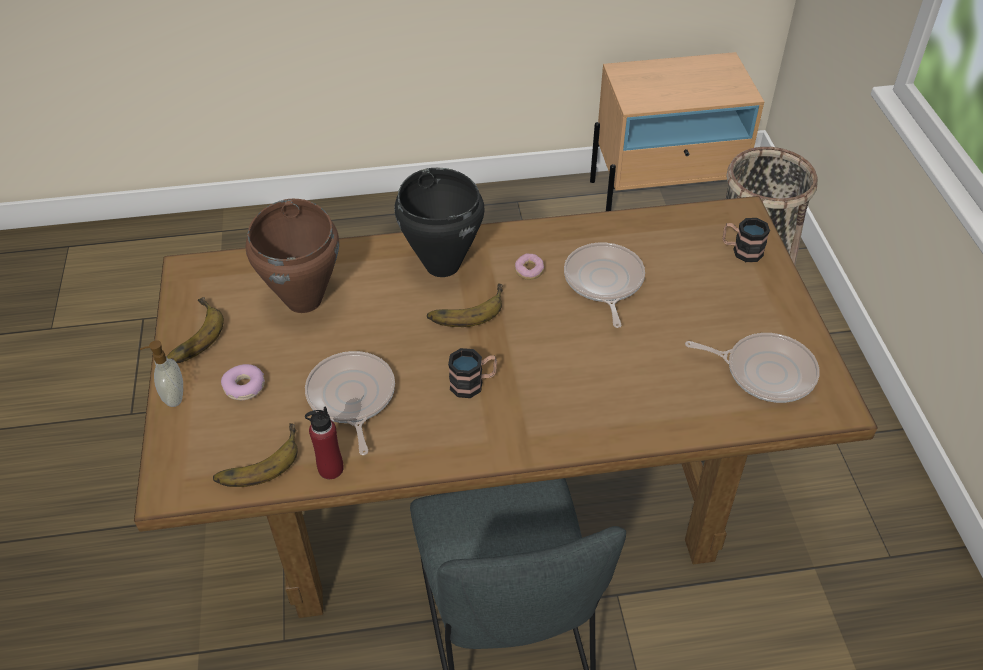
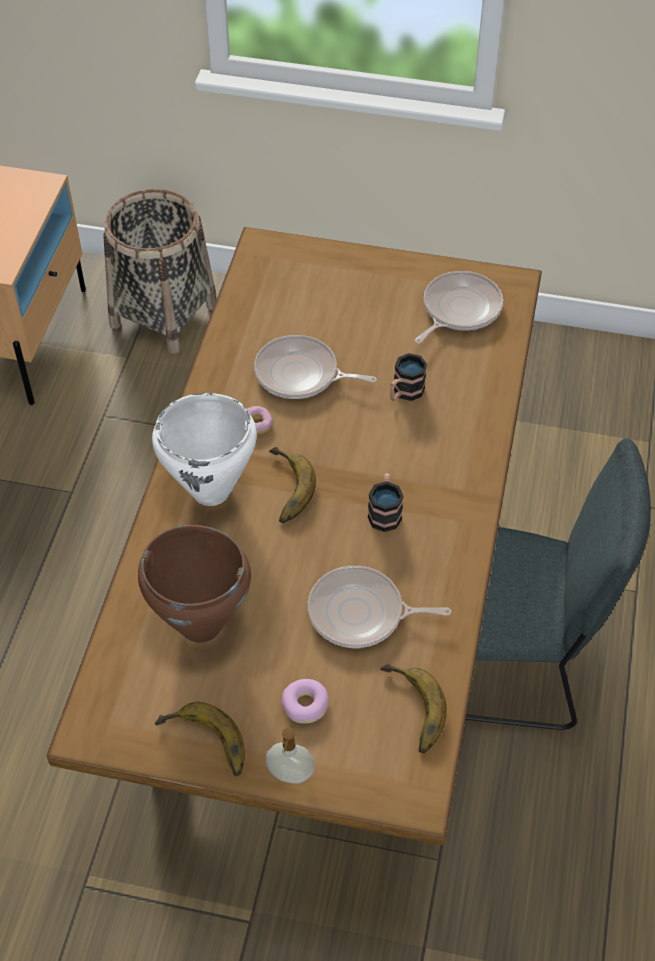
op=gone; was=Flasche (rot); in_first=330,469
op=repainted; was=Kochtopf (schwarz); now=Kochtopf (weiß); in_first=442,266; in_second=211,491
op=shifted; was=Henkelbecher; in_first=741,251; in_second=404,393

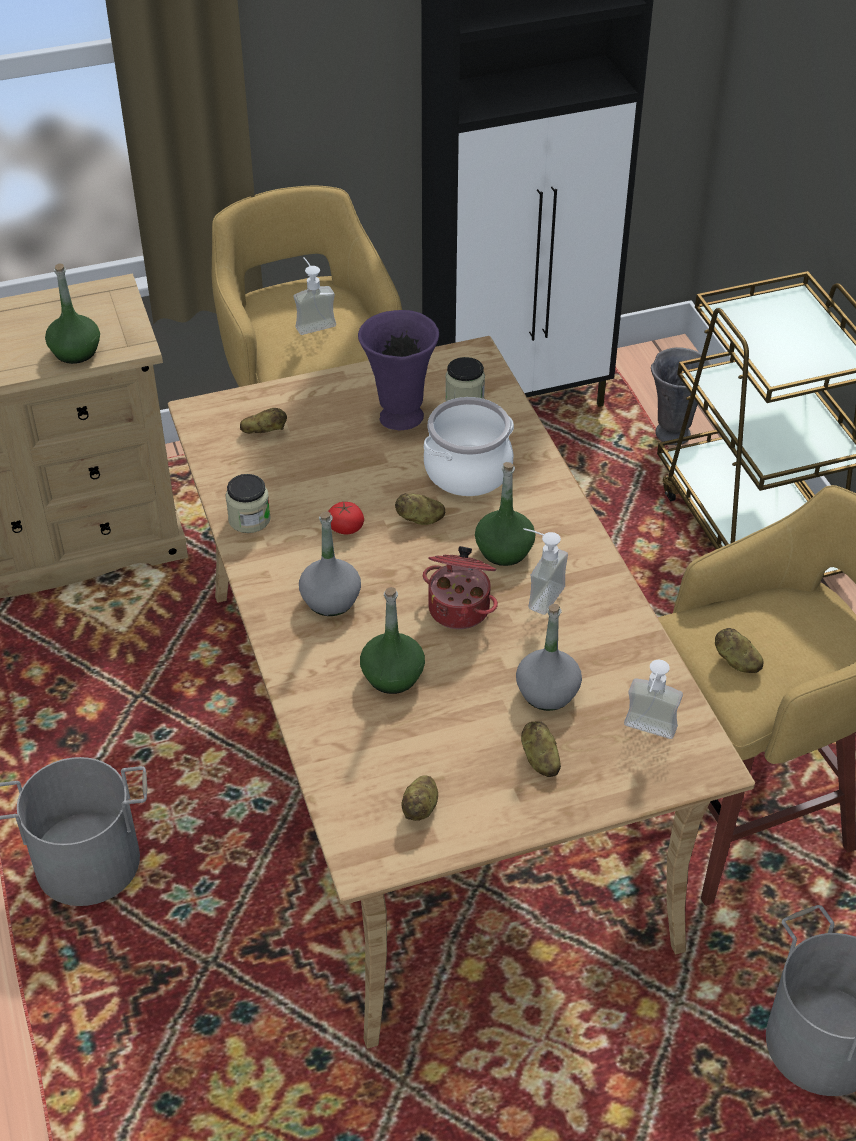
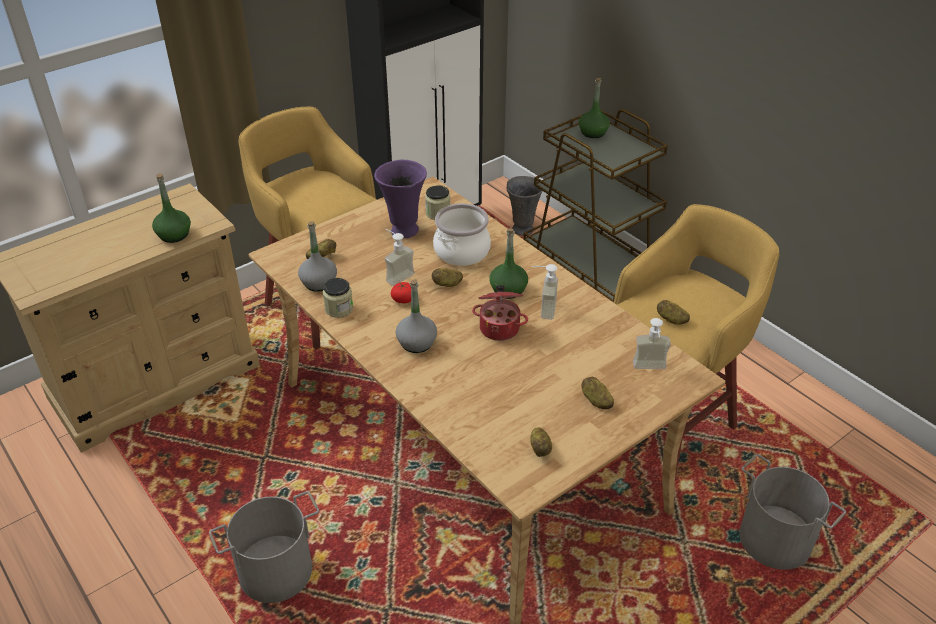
op=shifted; was=Seifenspender; in_first=313,322; in_second=396,275
op=shifted; was=Flasche (grün); in_first=392,676; in_second=593,133
op=shifted; was=Flasche (grau); in_first=547,692; in_second=318,283

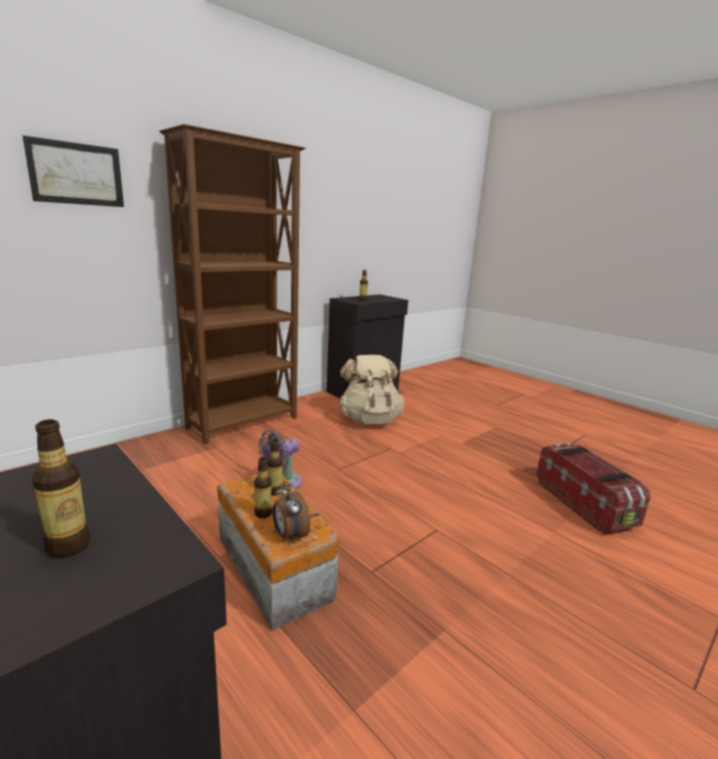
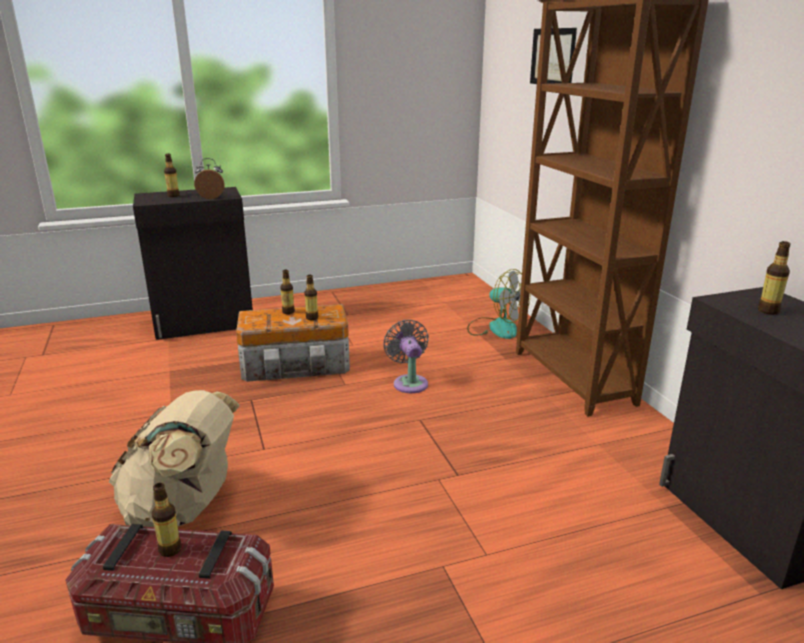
op=shifted; was=Wecker; in_first=289,535; in_second=212,197
op=shifted; was=Rucksack (beige); in_first=370,420; in_second=184,509
op=new; now=Flasche; in_second=170,549
op=new; now=Ventilator; in_second=496,327

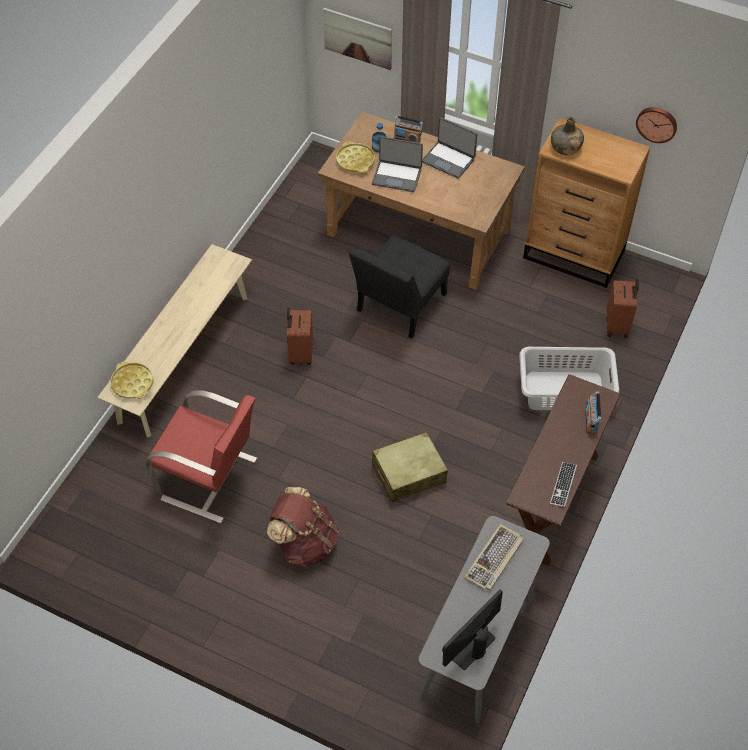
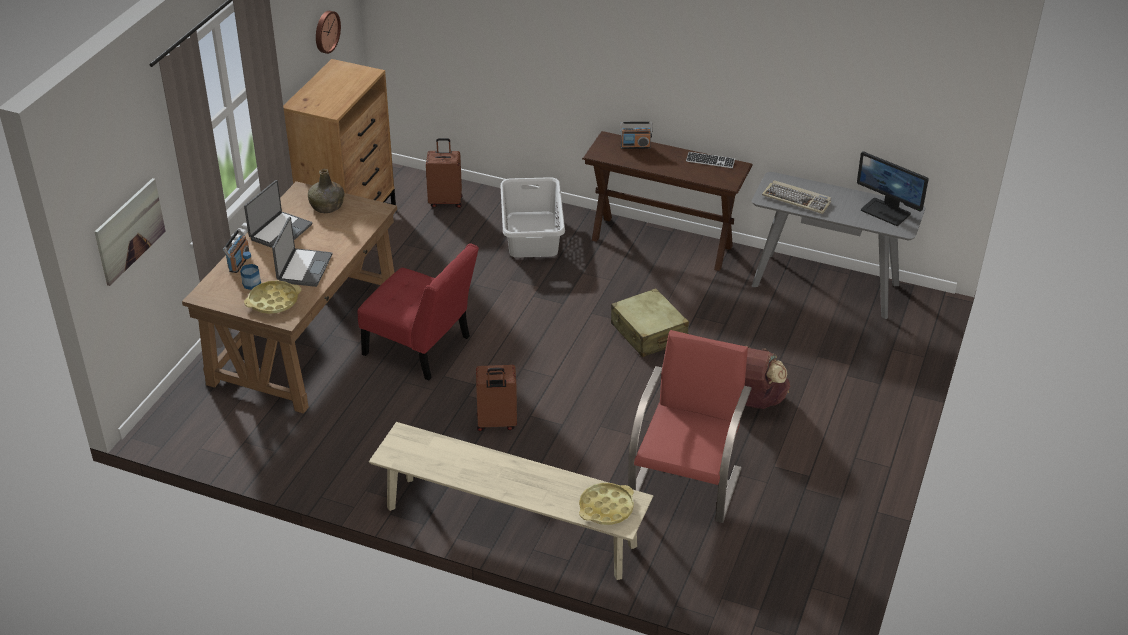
op=repainted; was=Stuhl (schwarz); now=Stuhl (rot); in_first=398,306; in_second=421,348
op=shifted; was=Flasche (grün); in_first=565,147; in_second=327,206

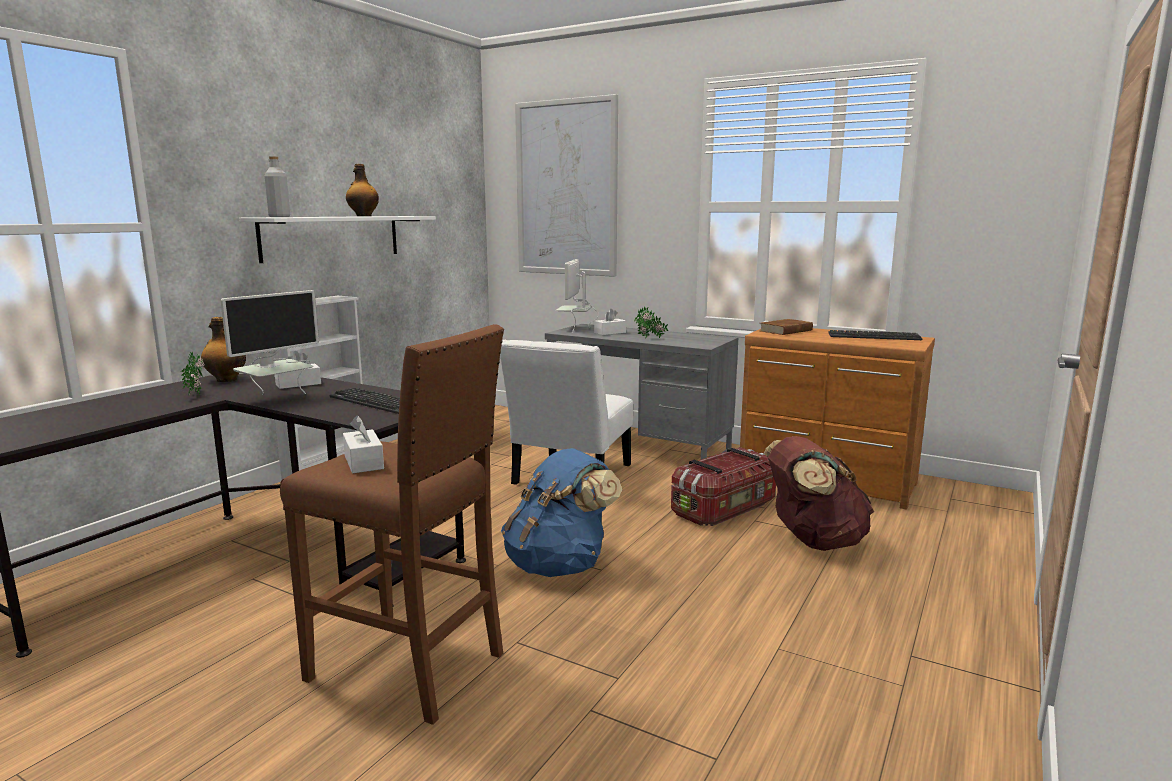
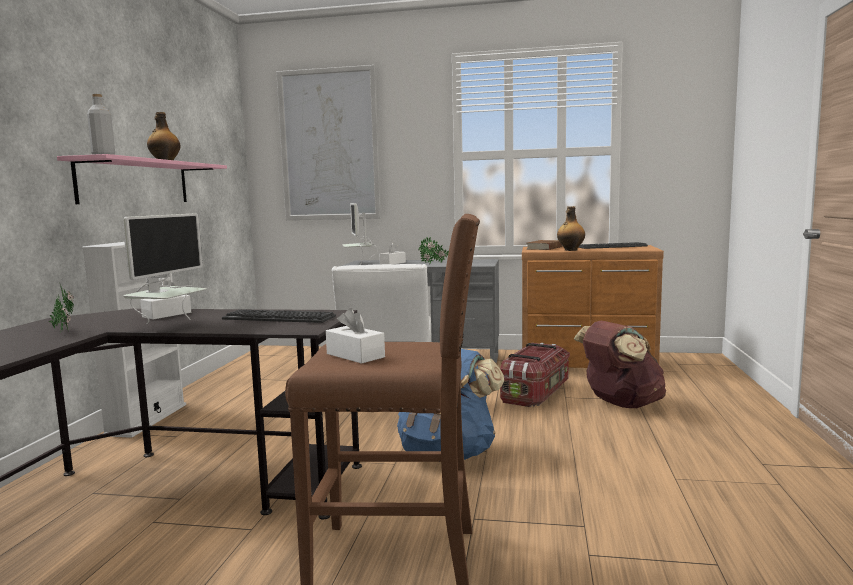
op=shifted; was=Flasche; in_first=226,380; in_second=570,250
op=repainted; was=Wandregal (weiß); now=Wandregal (rosa); in_first=332,237; in_second=136,182

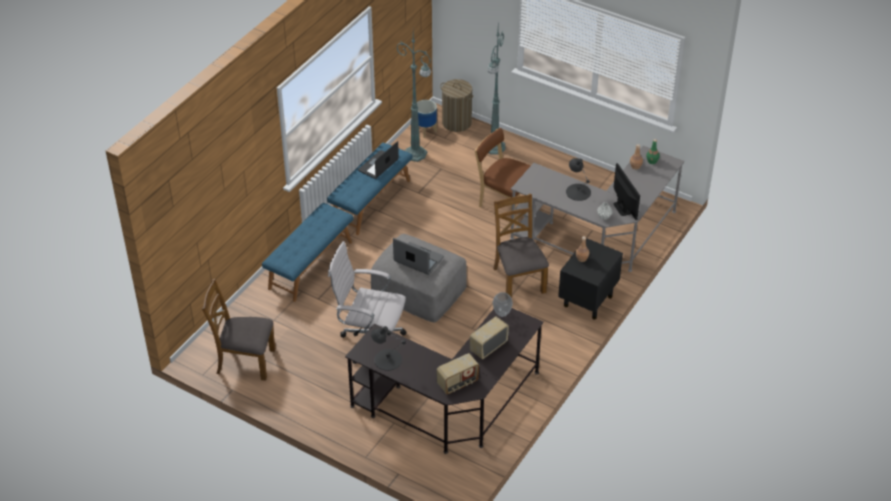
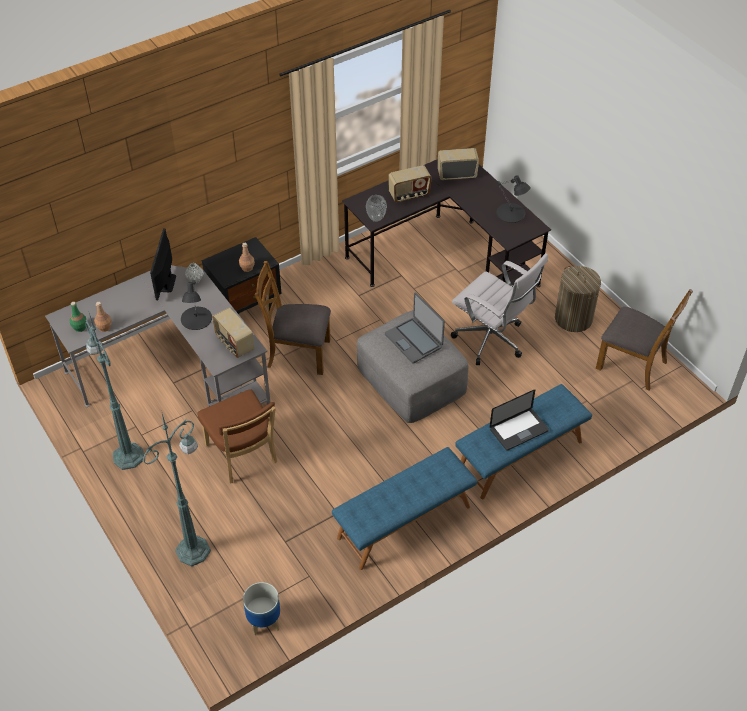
op=shifted; was=Laptop; in_first=378,165; in_second=519,430
op=shifted; was=Stehlampe (grün); in_first=416,154; in_second=128,455
op=shifted; was=Wäschekorb; in_first=456,122; in_second=573,318
op=rotated; was=Stuhl (braun); in_first=518,280; in_second=298,353; clockwise=90
op=new; now=Radio; in_second=234,343

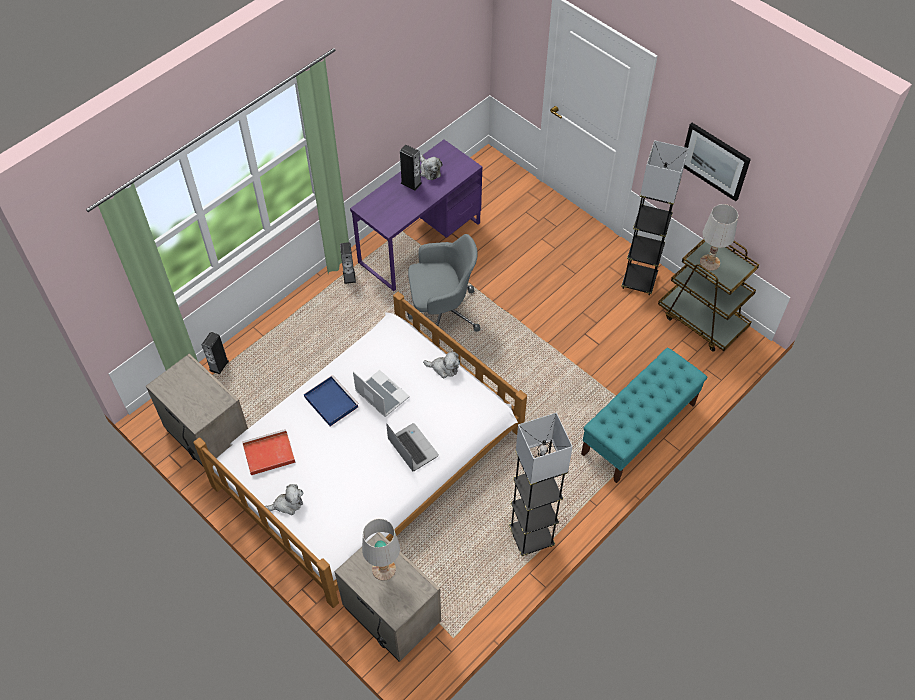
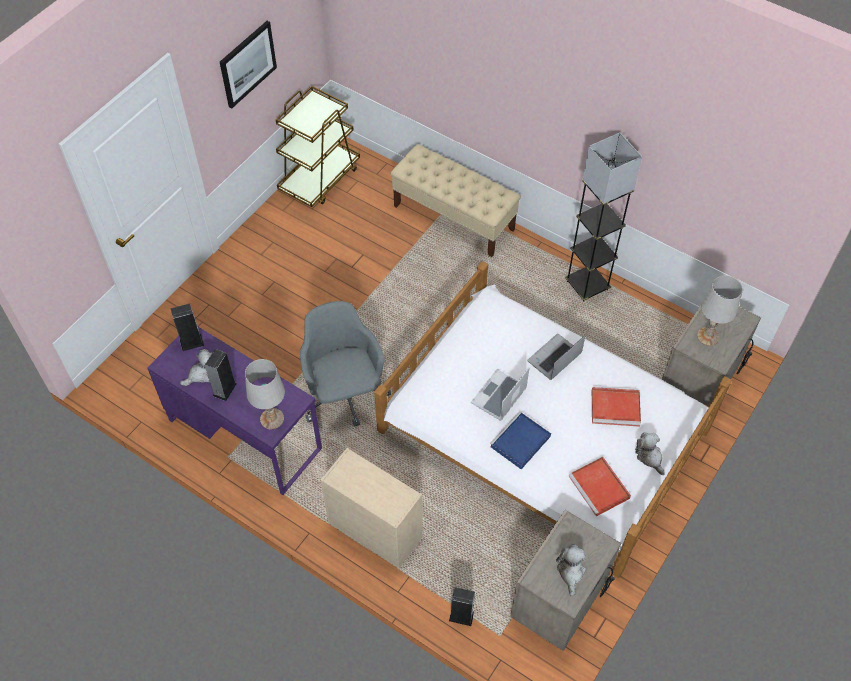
op=shifted; was=Lautsprecher; in_first=349,276; in_second=191,342
op=shifted; was=Plüschtier; in_first=444,368; in_second=571,572
op=repainted; was=Bank (türkis); now=Bank (beige); in_first=638,429; in_second=454,218
op=gone; was=Stehlampe (grau); in_first=639,281
op=shifted; was=Tischlampe (weiß); in_first=709,262; in_second=272,419
op=new; now=Kommode (beige); in_second=374,529
op=new; now=Tablett (rot); in_second=616,408

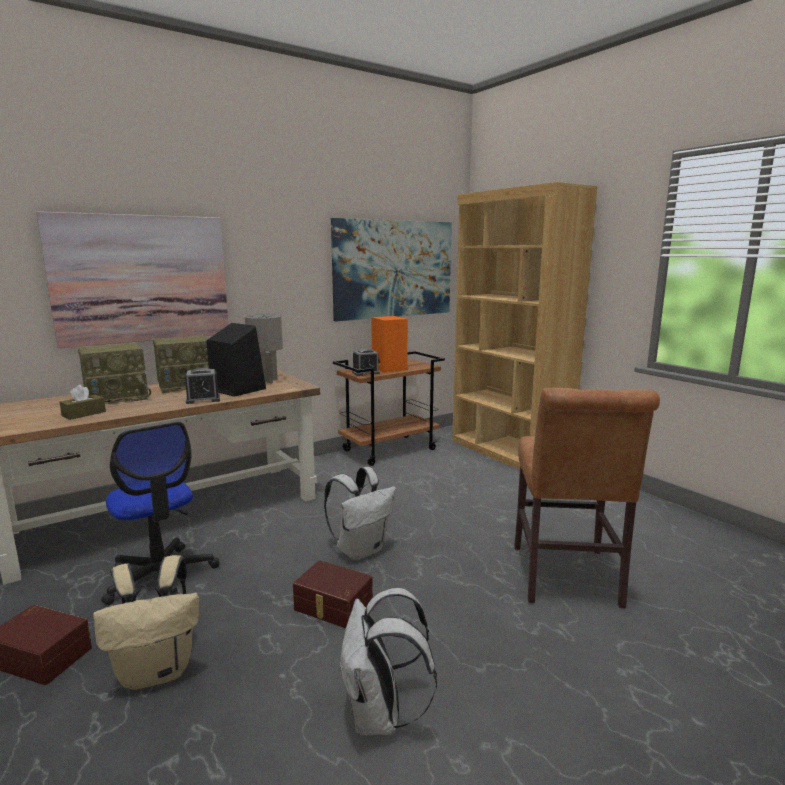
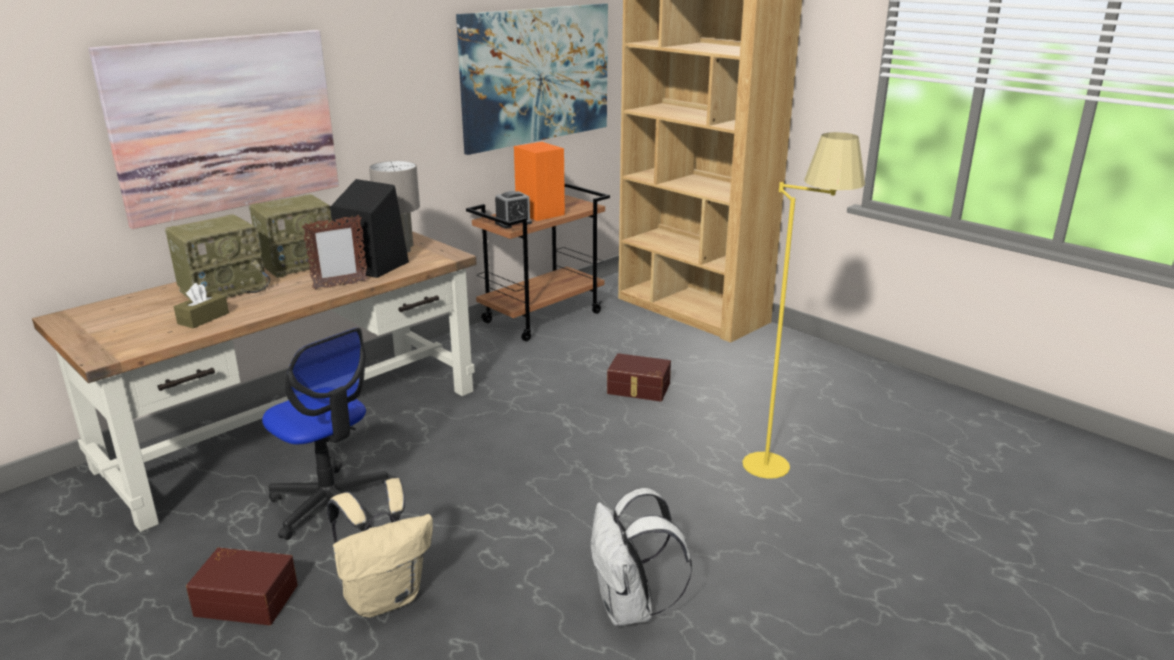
op=swapped; was=Wecker; now=Bilderrahmen; in_first=203,399; in_second=340,285
op=shifted; was=Aufbewahrungsbox (braun); in_first=332,607; in_second=638,389
op=gone; was=Rucksack (weiß); in_first=361,550
op=swapped; was=Stuhl (braun); now=Stehlampe (gelb); in_first=566,579; in_second=784,460

